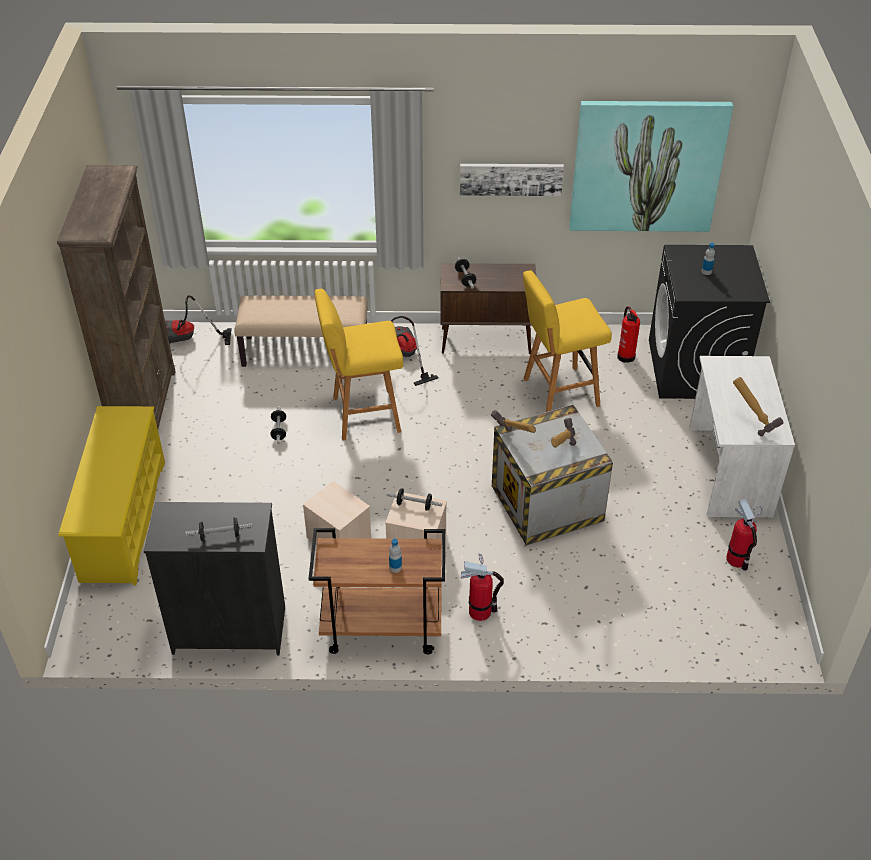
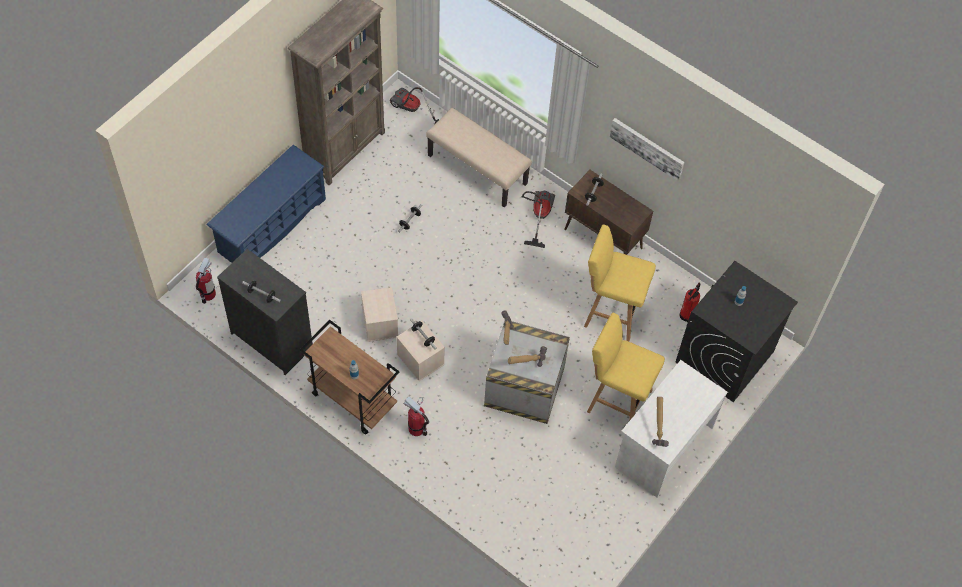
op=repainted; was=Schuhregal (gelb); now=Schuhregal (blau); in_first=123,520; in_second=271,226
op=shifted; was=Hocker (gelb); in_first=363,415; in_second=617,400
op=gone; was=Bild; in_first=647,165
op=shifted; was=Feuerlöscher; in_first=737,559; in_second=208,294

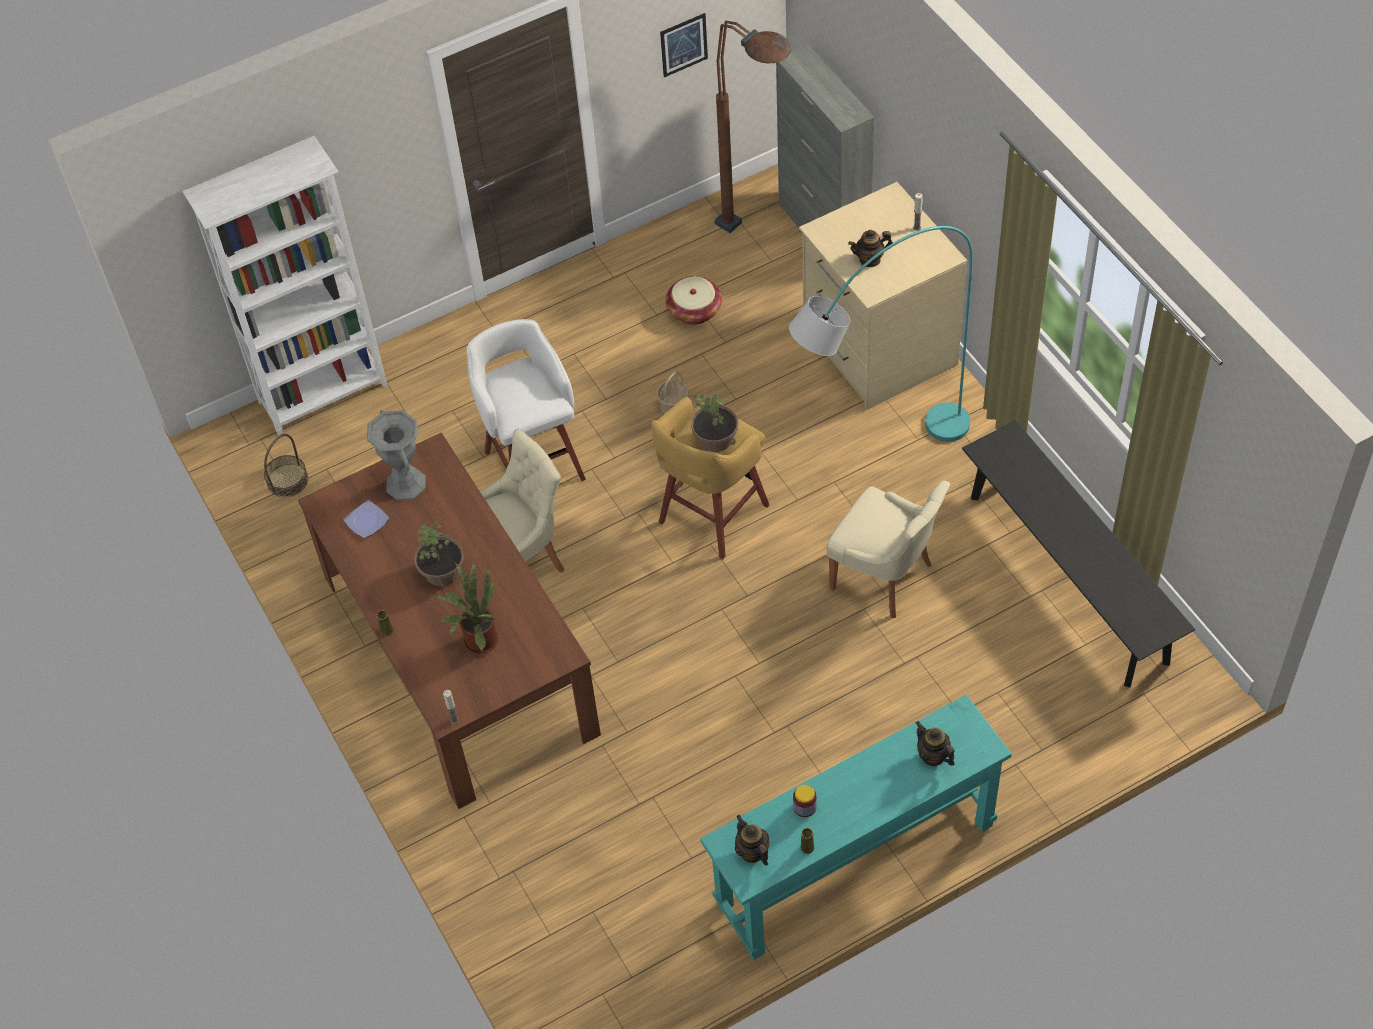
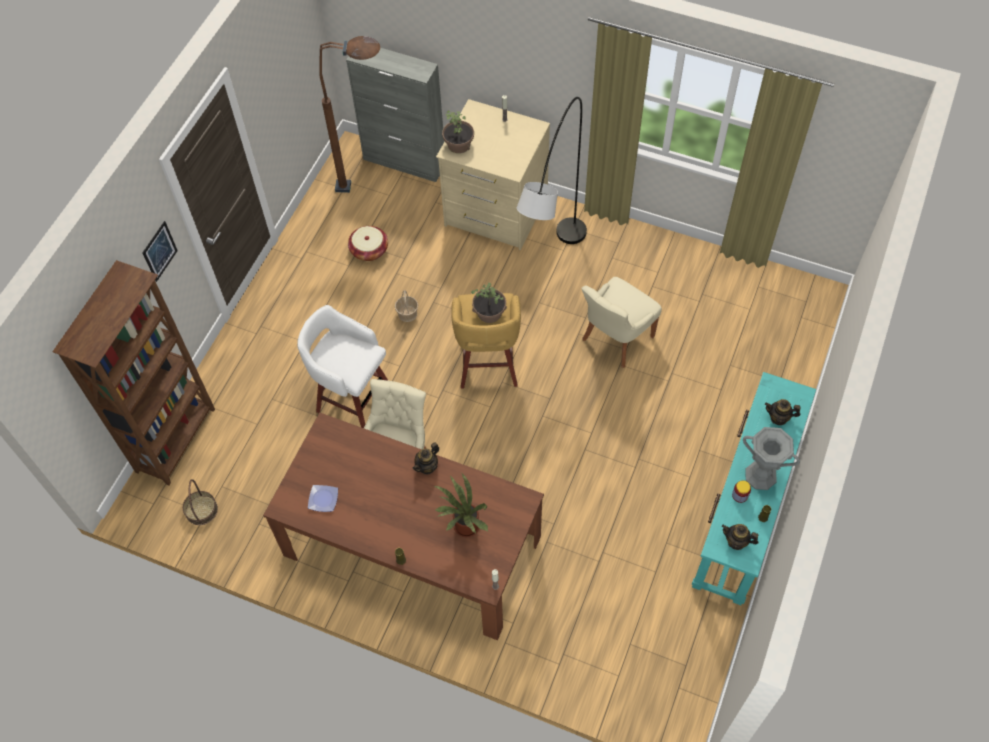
op=repainted; was=Bücherregal (weiß); now=Bücherregal (braun); in_first=324,394; in_second=177,440
op=shifted; was=Vase (grau); in_first=406,484; in_second=760,476
op=shifted; was=Topfpflanze; in_first=443,572; in_second=459,144
op=shifted; was=Bild; in_first=683,45; in_second=159,251
op=repainted; was=Stehlampe (türkis); now=Stehlampe (grau); in_first=877,460; in_second=552,275
op=rotated; was=Stuhl (beige); in_first=885,577; in_second=615,339; clockwise=135
op=shifted; was=Teekanne; in_first=870,259; in_second=427,466
op=gone; was=Bank (schwarz); in_first=1067,577

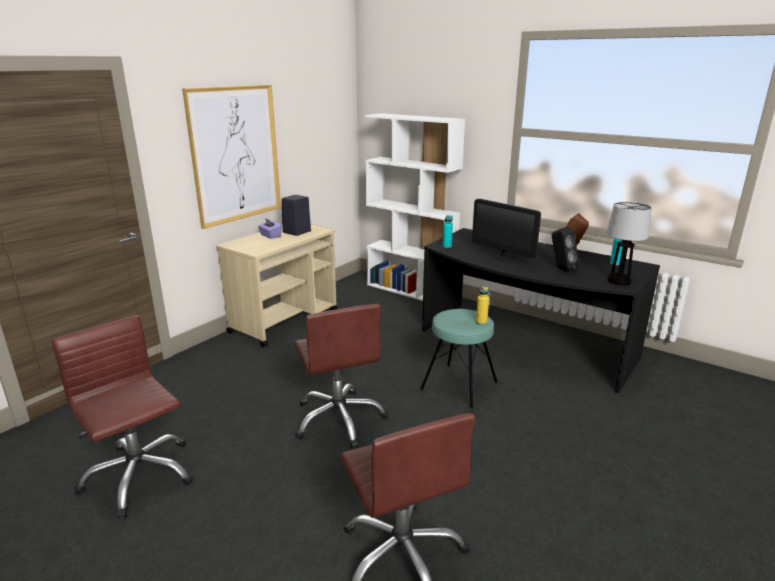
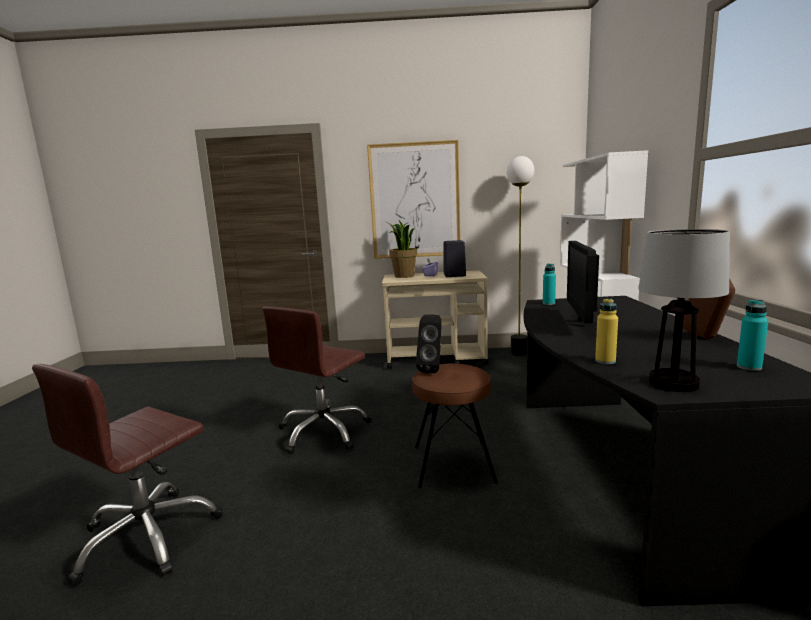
op=gone; was=Bürostuhl (braun); in_first=138,476
op=repainted; was=Hocker (türkis); now=Hocker (braun); in_first=459,386; in_second=453,464
op=shifted; was=Flasche (gelb); in_first=481,322; in_second=605,361
op=shifted; was=Lautsprecher (schwarz); in_first=561,269; in_second=433,369
op=new; now=Topfpflanze; in_second=403,276
op=new; now=Stehlampe; in_second=519,353

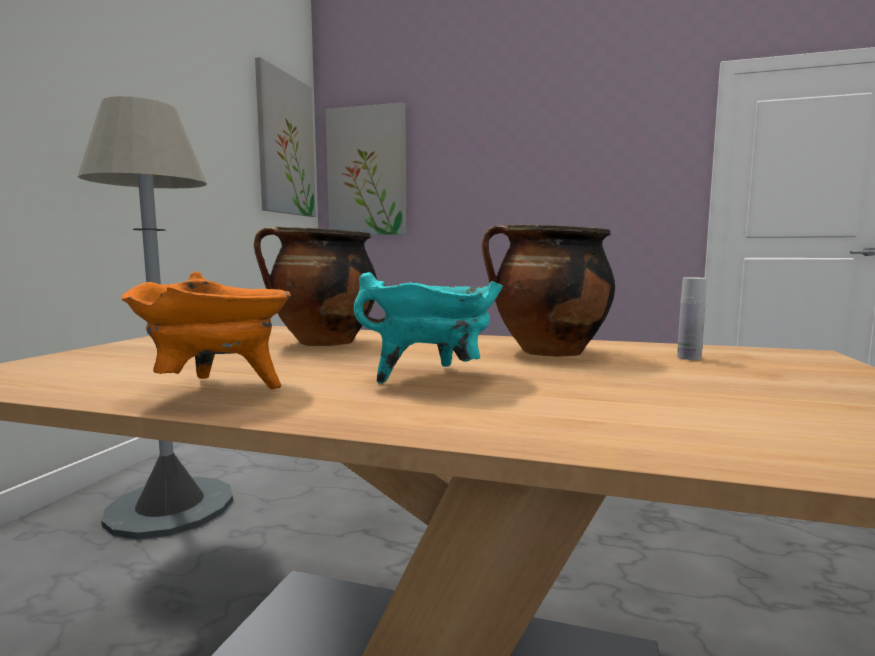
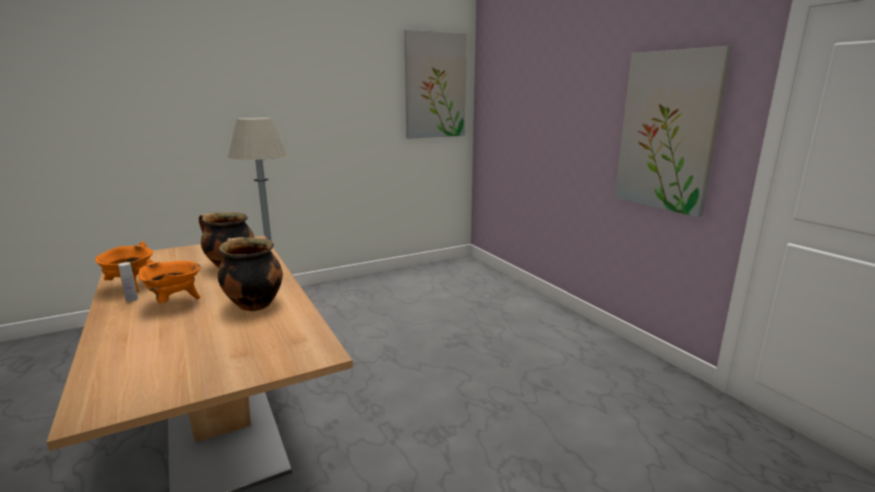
op=shifted; was=Bild; in_first=367,172; in_second=667,131
op=repainted; was=Kochtopf (türkis); now=Kochtopf (orange); in_first=434,378; in_second=175,303
op=shifted; was=Flasche (weiß); in_first=689,357; in_second=132,299

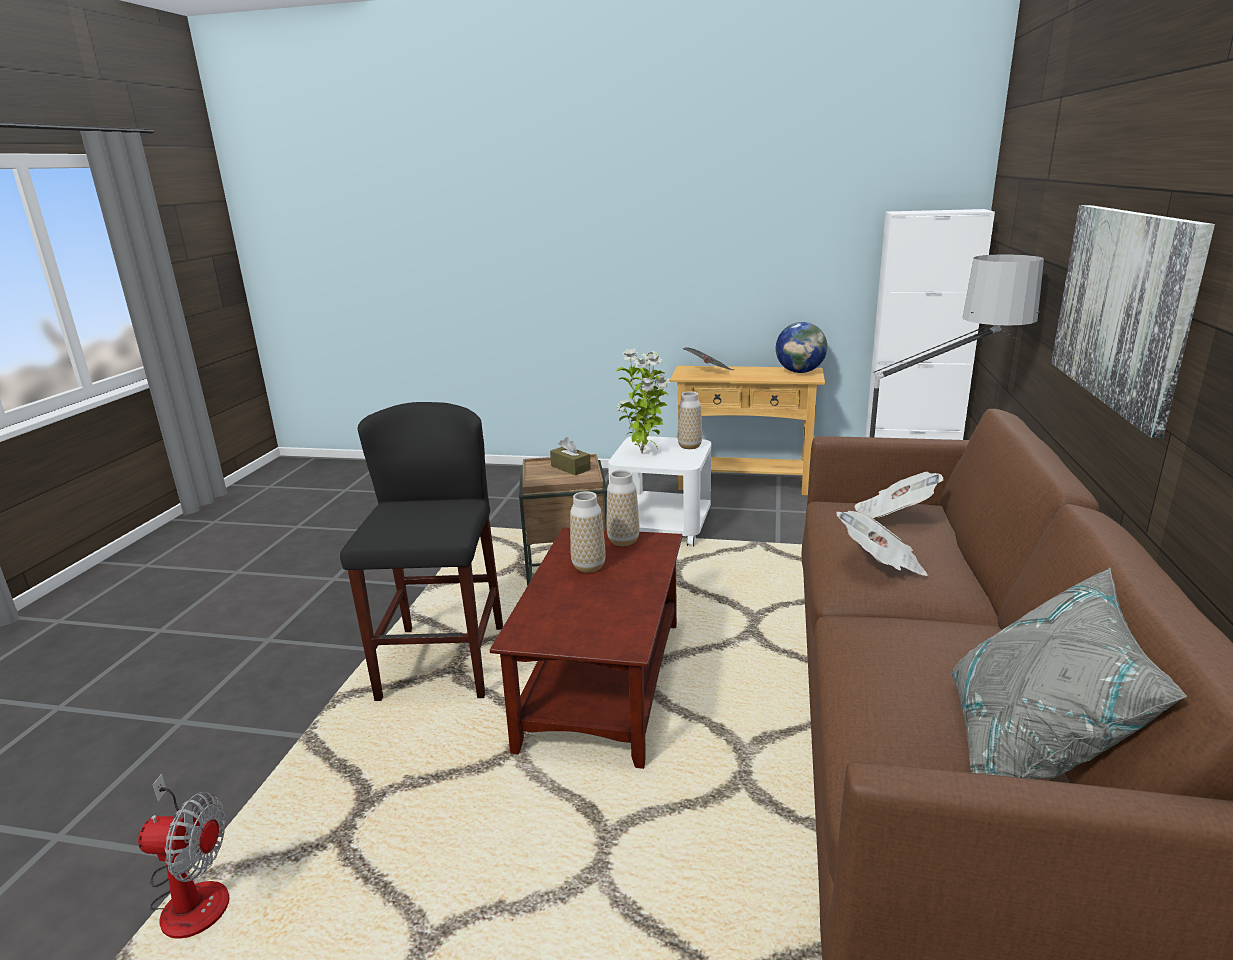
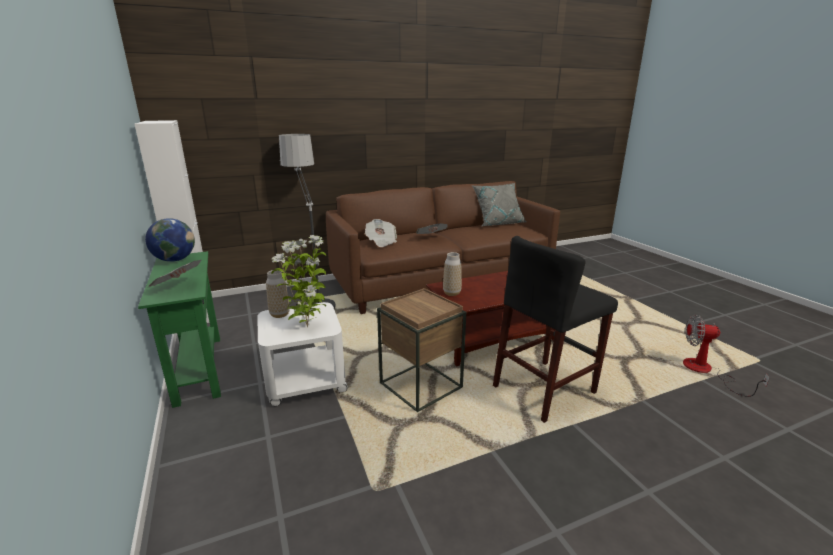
op=rotated; was=Ventilator; in_first=192,894; in_second=706,371; clockwise=-45
op=gone; was=Taschentuchbox (braun); in_first=570,468
op=gone; was=Vase; in_first=588,566
op=repainted; was=Konsolentisch (beige); now=Konsolentisch (grün); in_first=744,484; in_second=199,368
op=gone; was=Bild; in_first=1122,307

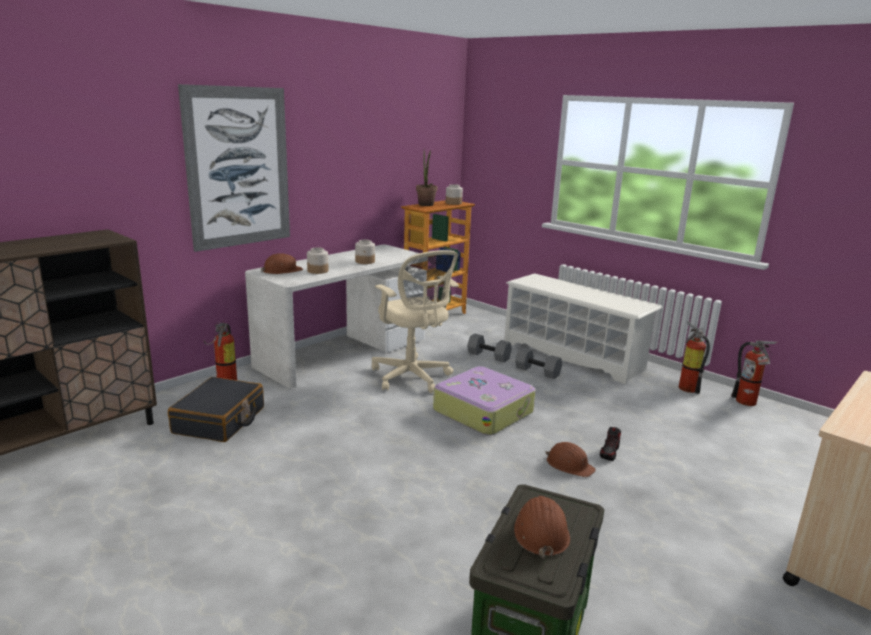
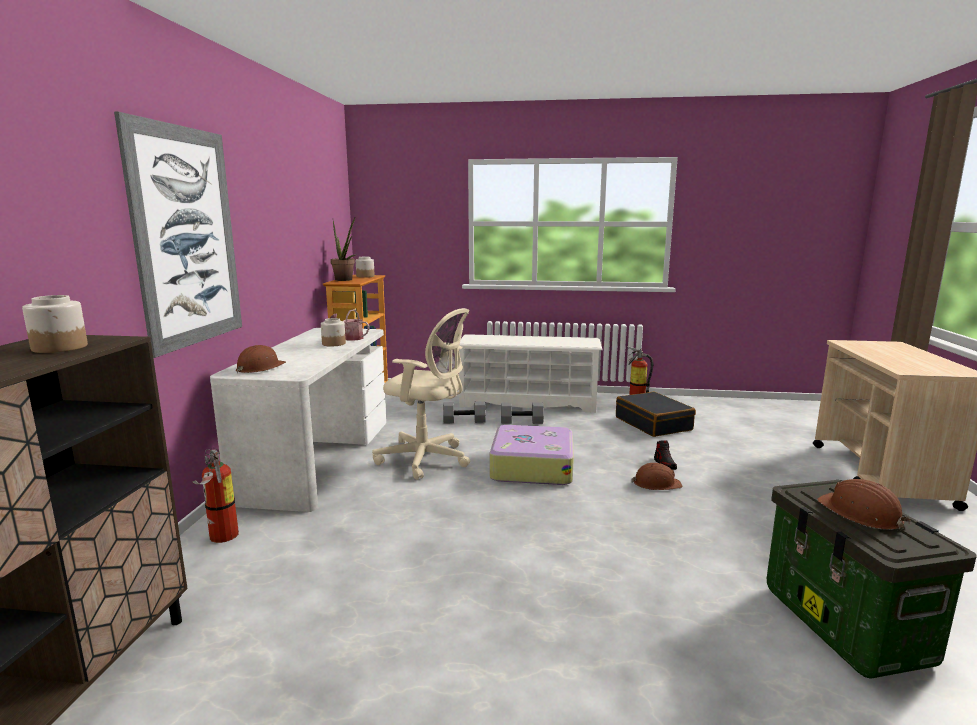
op=shifted; was=Koffer (schwarz); in_first=220,420; in_second=653,424
op=shifted; was=Vorratsglas; in_first=318,271; in_second=60,347
op=gone; was=Feuerlöscher; in_first=748,403
op=new; now=Gießkanne; in_second=350,338

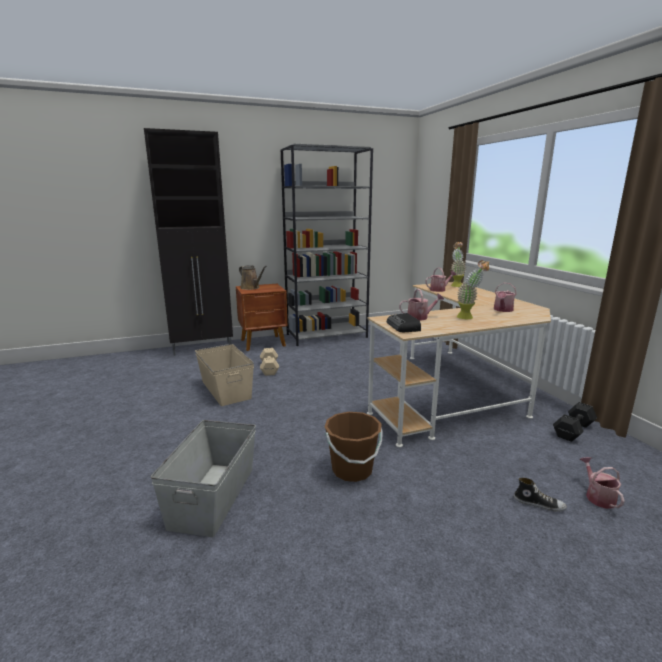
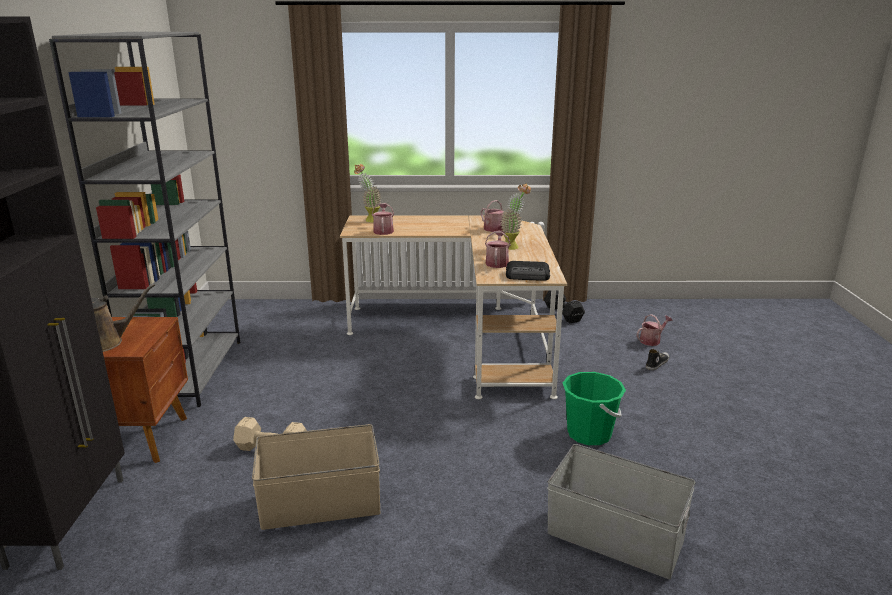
op=repainted; was=Eimer (braun); now=Eimer (grün); in_first=352,470; in_second=589,434
op=rotated; was=Gießkanne; in_first=597,496; in_second=652,340; clockwise=135

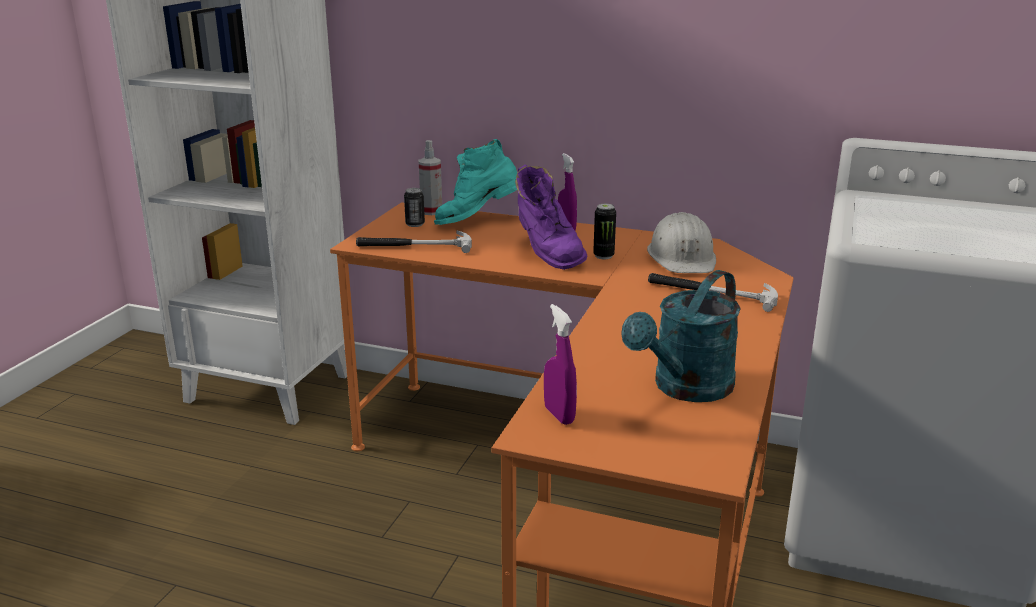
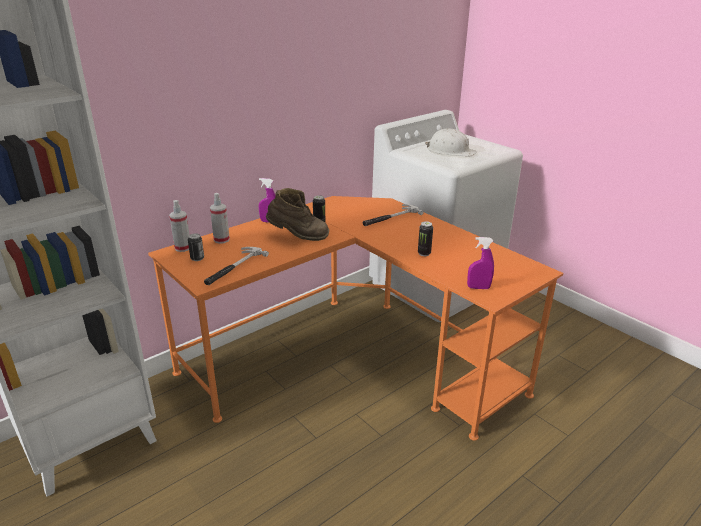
op=swapped; was=Stiefel (türkis); now=Sprühflasche; in_first=477,221; in_second=221,240
op=repainted; was=Stiefel (lila); now=Stiefel (braun); in_first=546,254; in_second=298,237
op=gone; was=Gießkanne (türkis); in_first=685,389
op=shifted; was=Schutzhelm (weiß); in_first=682,257; in_second=450,151
op=new; now=Dose; in_second=424,253

